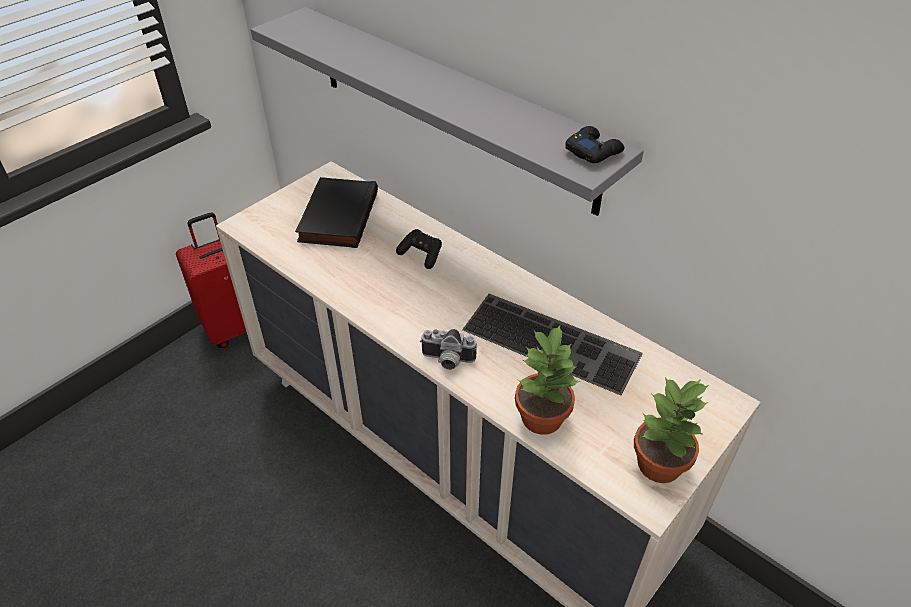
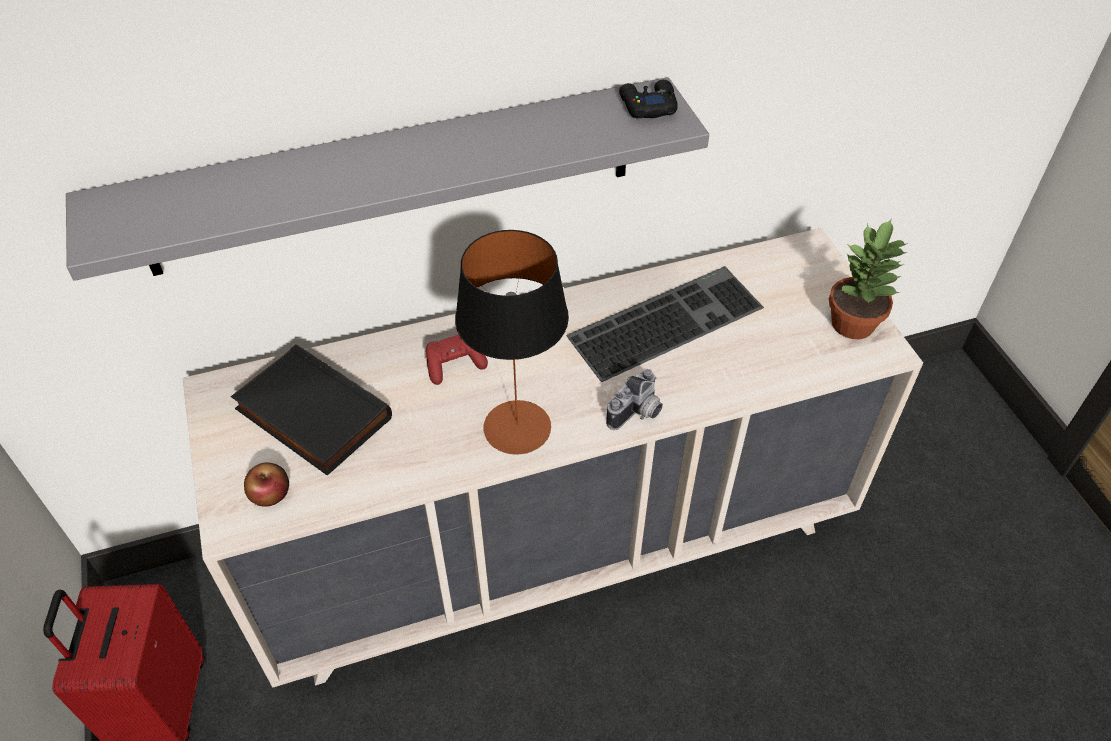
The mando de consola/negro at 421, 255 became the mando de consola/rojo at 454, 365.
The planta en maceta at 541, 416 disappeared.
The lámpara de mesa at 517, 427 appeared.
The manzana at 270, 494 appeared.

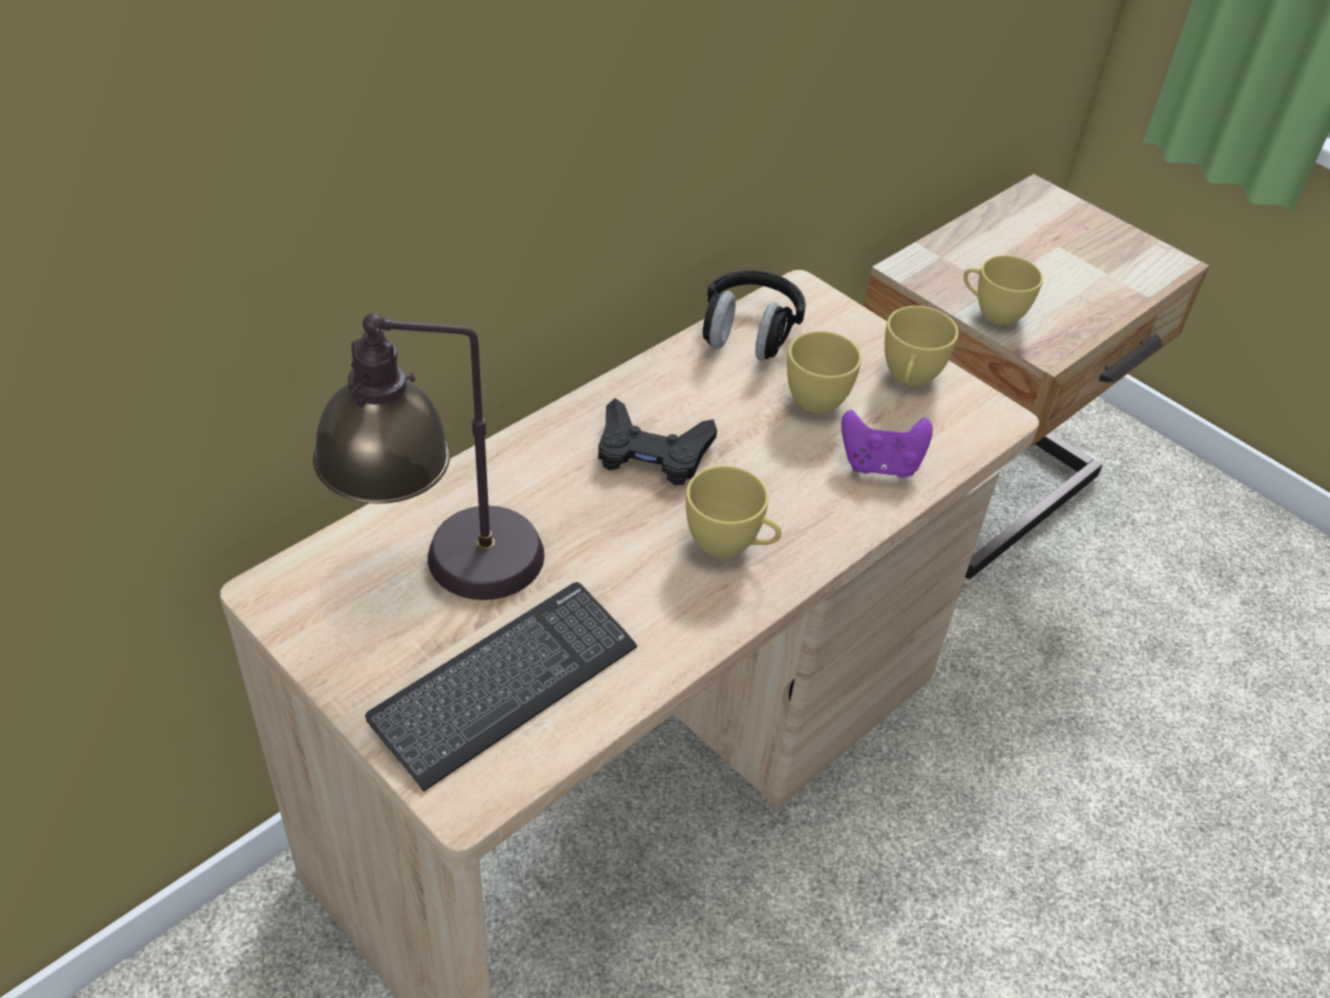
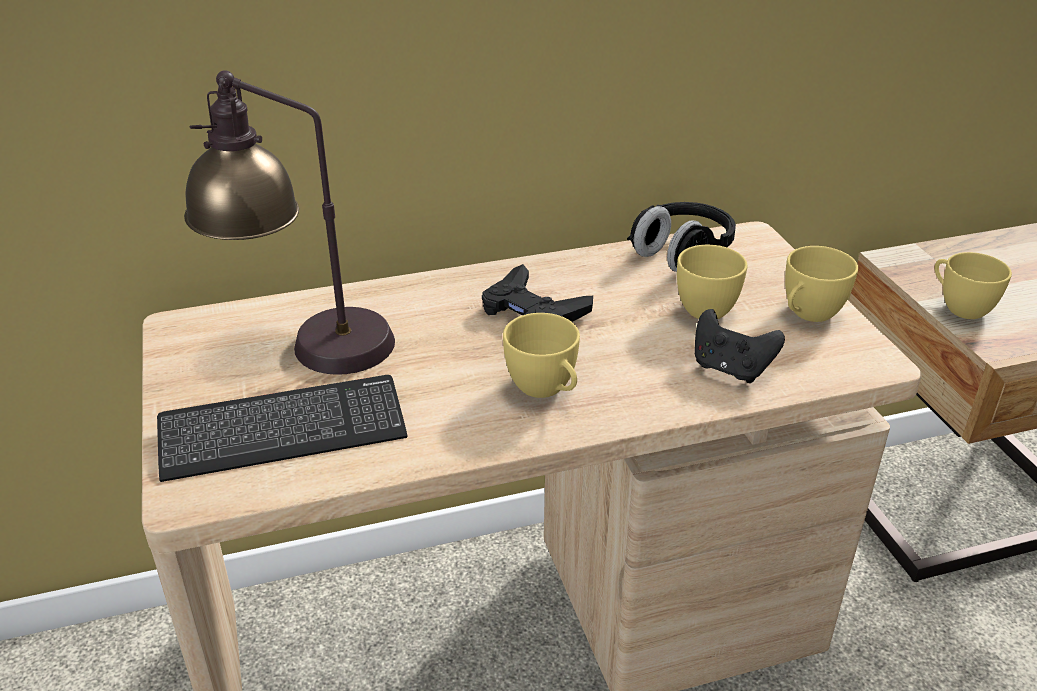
The mando de consola/morado at 880, 465 became the mando de consola/negro at 730, 369.

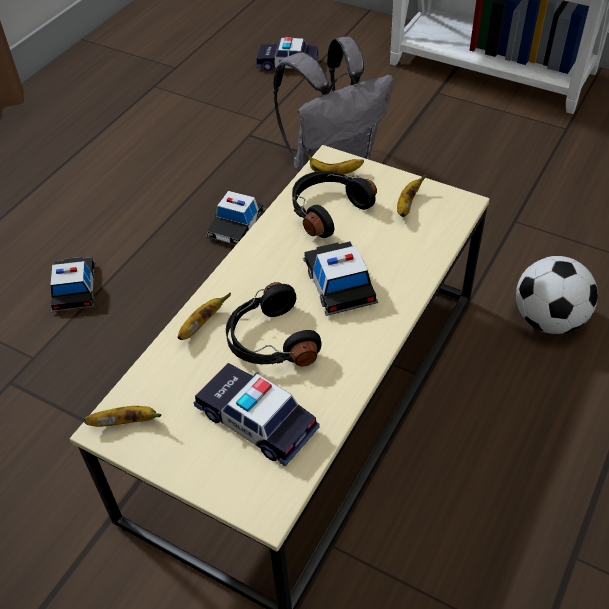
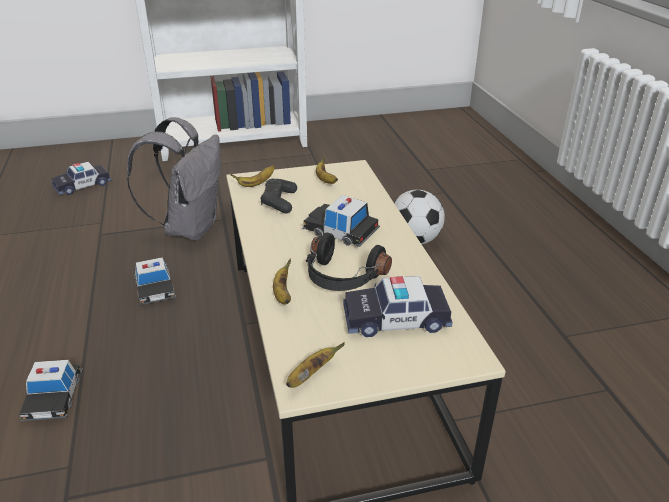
The auriculares/negro at 327, 210 was replaced by the mando de consola/negro at 279, 202.
The coche de juguete at 74, 288 turned 135 degrees counterclockwise.

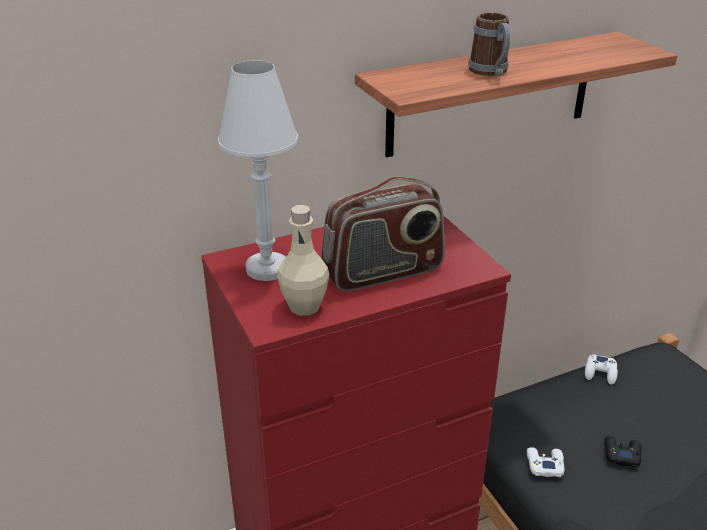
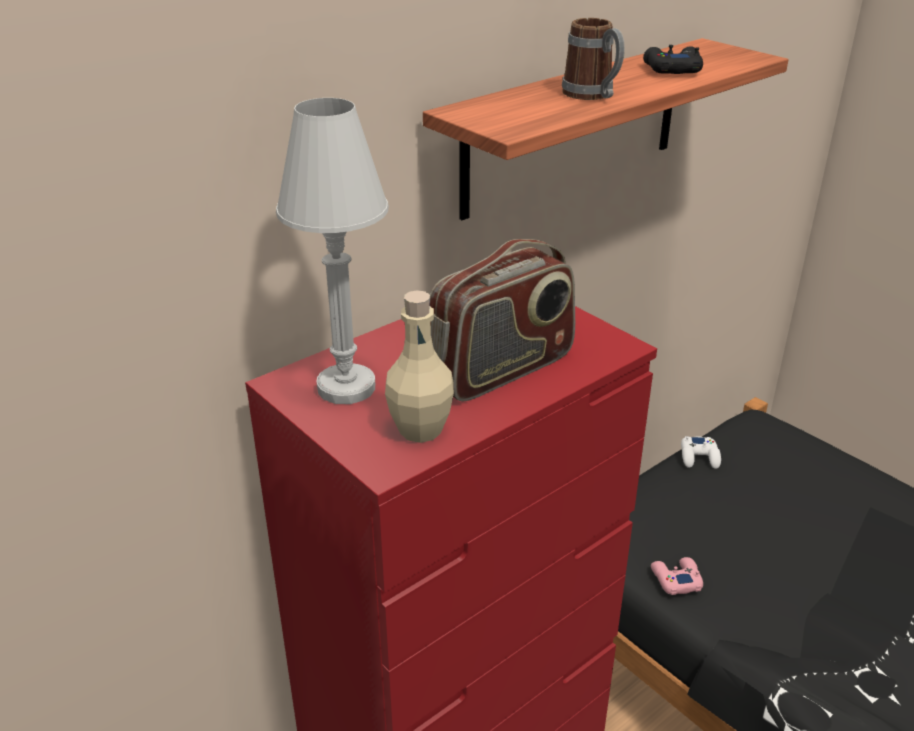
The mando de consola/negro moved from 621, 454 to 671, 69.
The mando de consola/blanco at 544, 465 became the mando de consola/rosa at 675, 579.

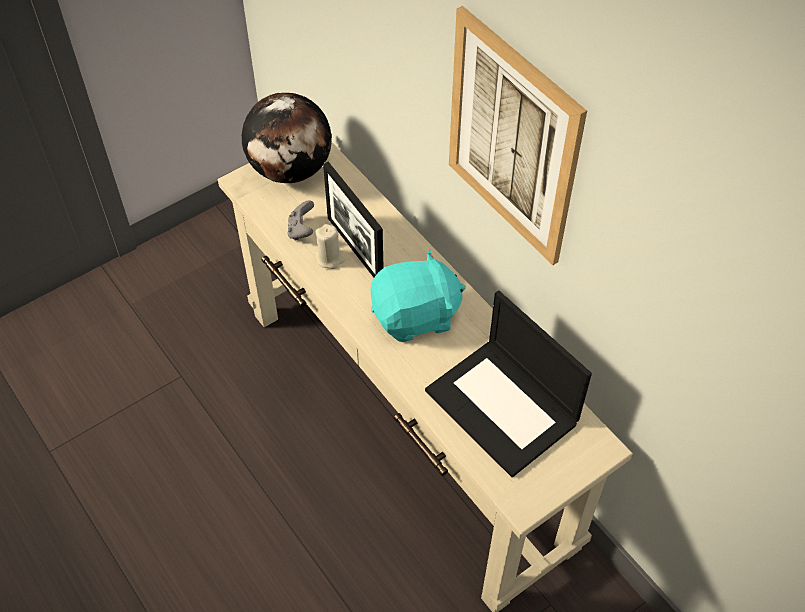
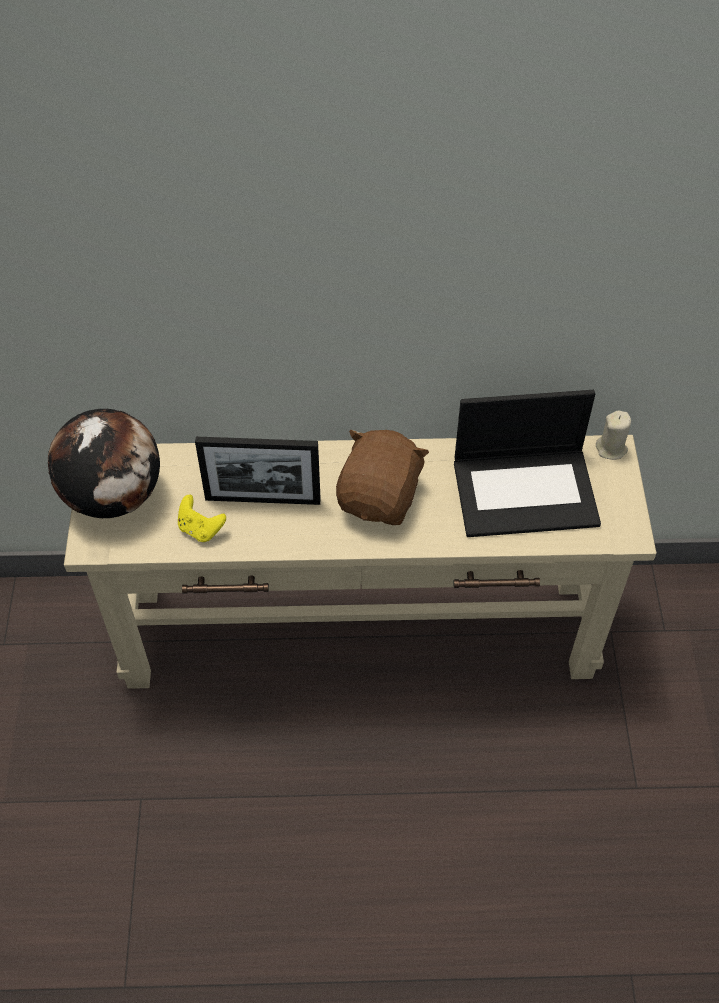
The cuadro at 512, 139 disappeared.
The mando de consola/gris at 301, 230 became the mando de consola/amarillo at 200, 529.
The vela/beis moved from 329, 258 to 611, 448.
The peluche/turquesa at 416, 316 became the peluche/marrón at 380, 497.

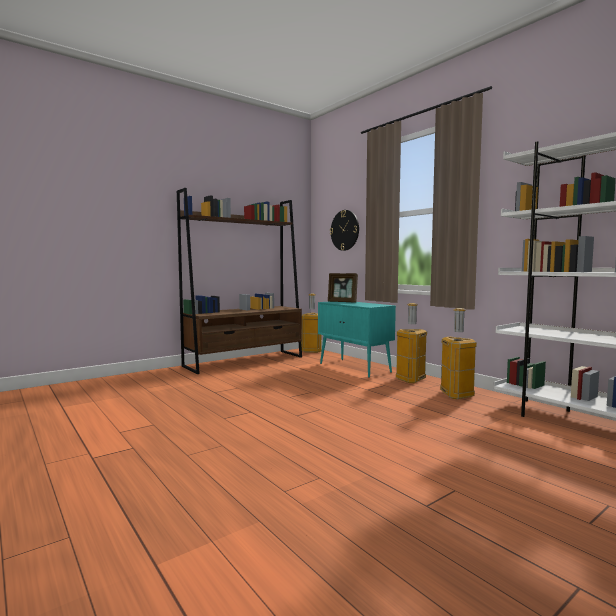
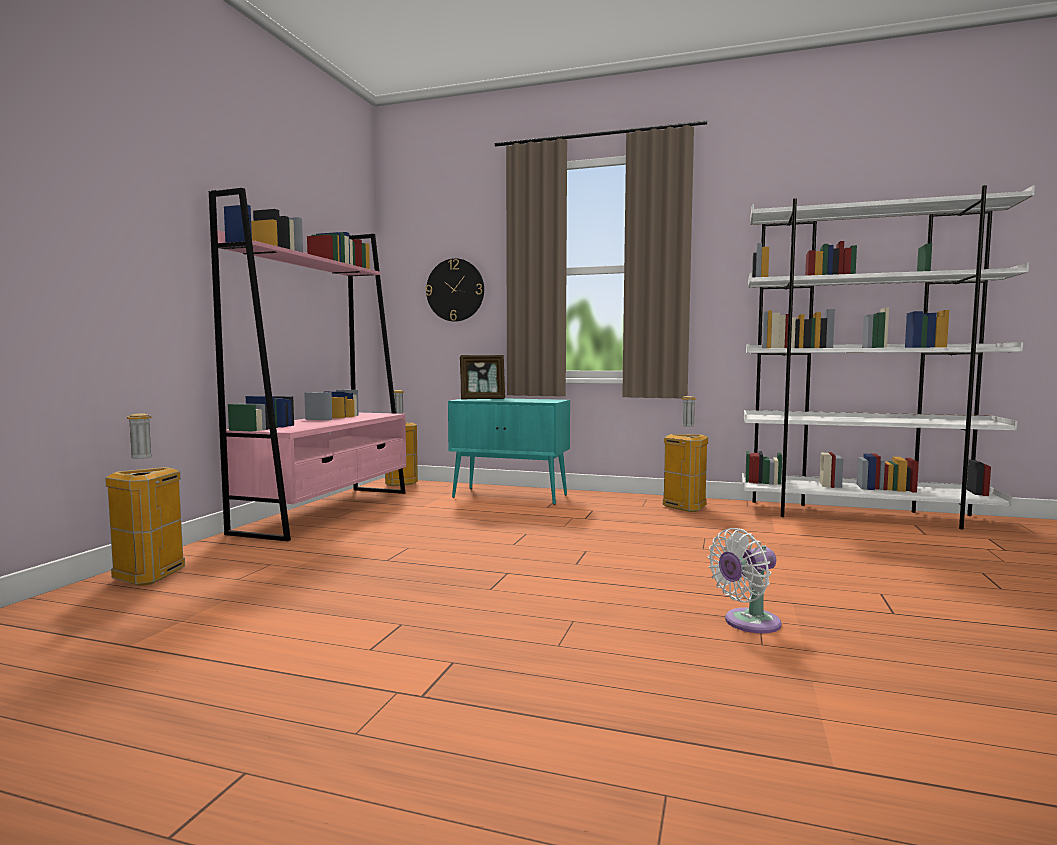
The estantería/marrón at 245, 361 became the estantería/rosa at 327, 511.
The papelera moved from 411, 380 to 150, 576.
The ventilador/blanco at 747, 623 appeared.

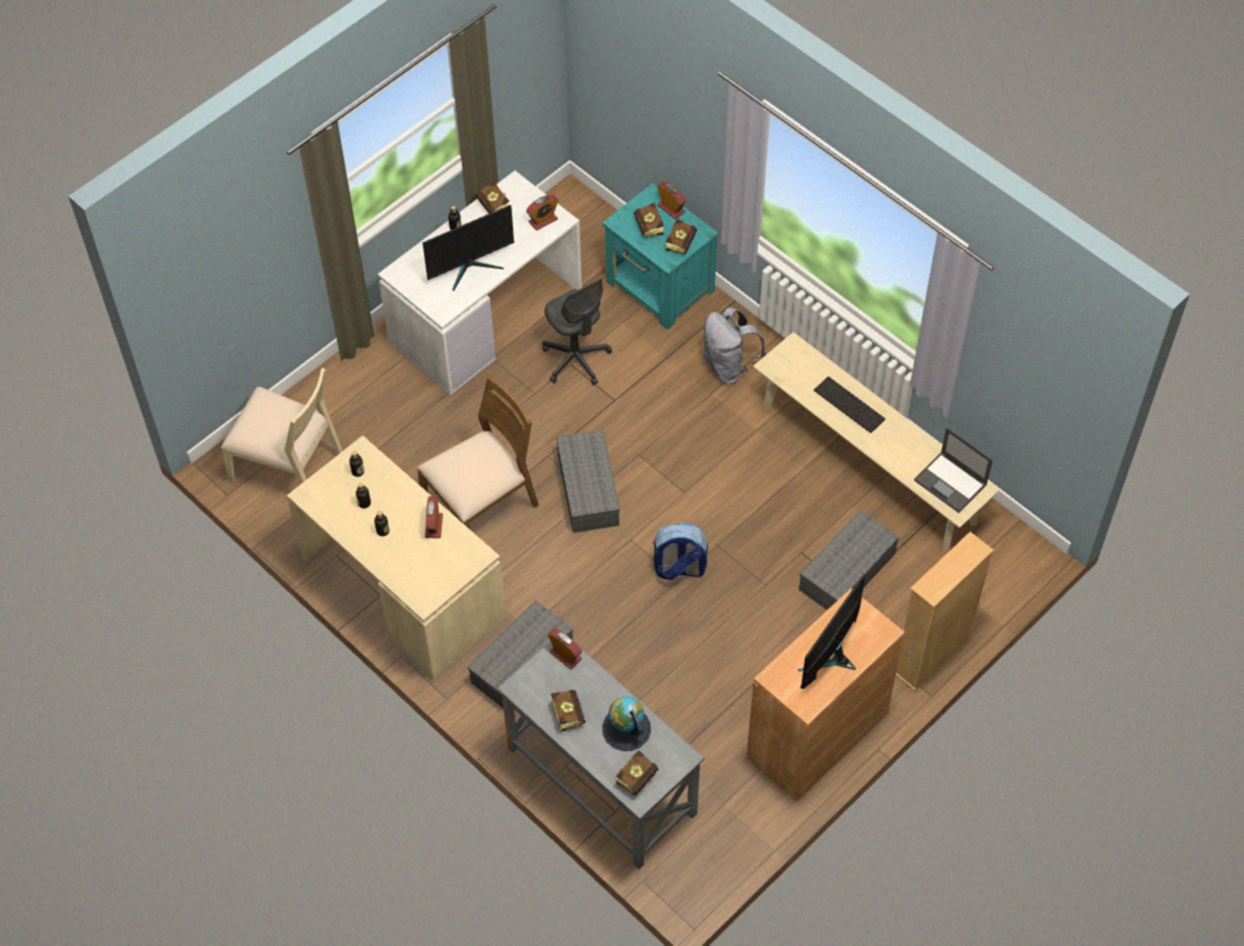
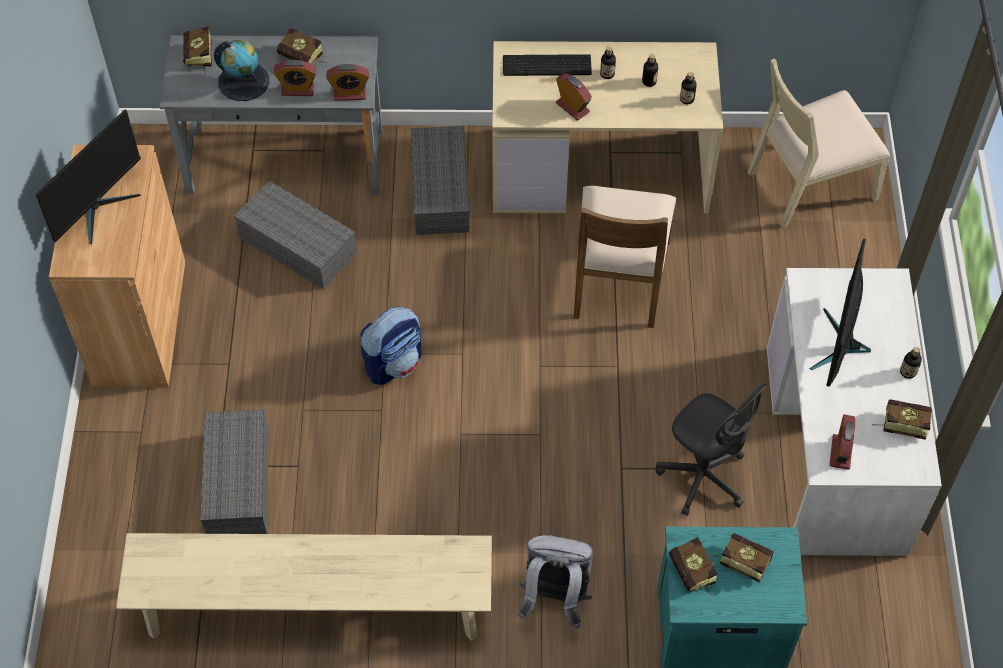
The despertador moved from 671, 209 to 297, 89.
The silla de oficina/gris at 576, 360 turned 150 degrees counterclockwise.
The teclado moved from 850, 404 to 546, 66.
The portátil at 951, 483 disappeared.
The caja de almacenaje/gris moved from 586, 488 to 300, 245.
The estantería/beis at 932, 655 disappeared.
The monitor at 831, 656 turned 45 degrees clockwise.

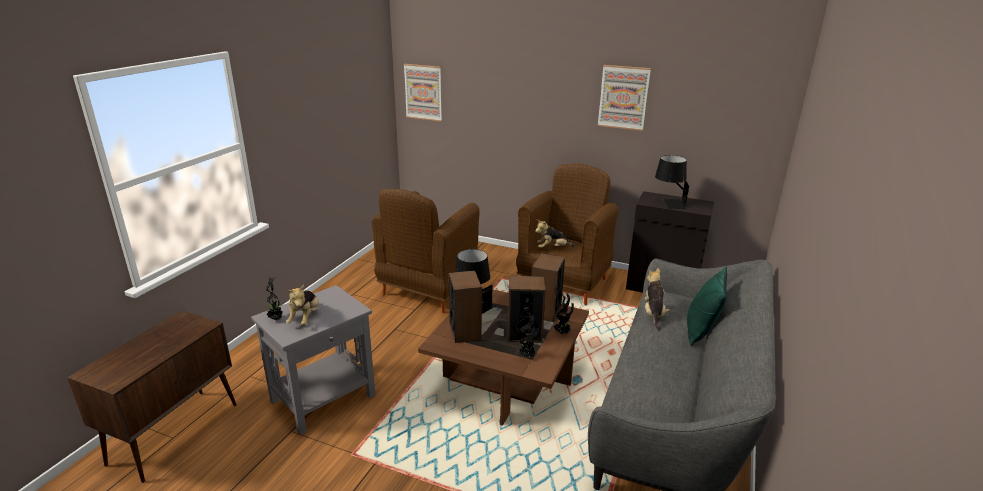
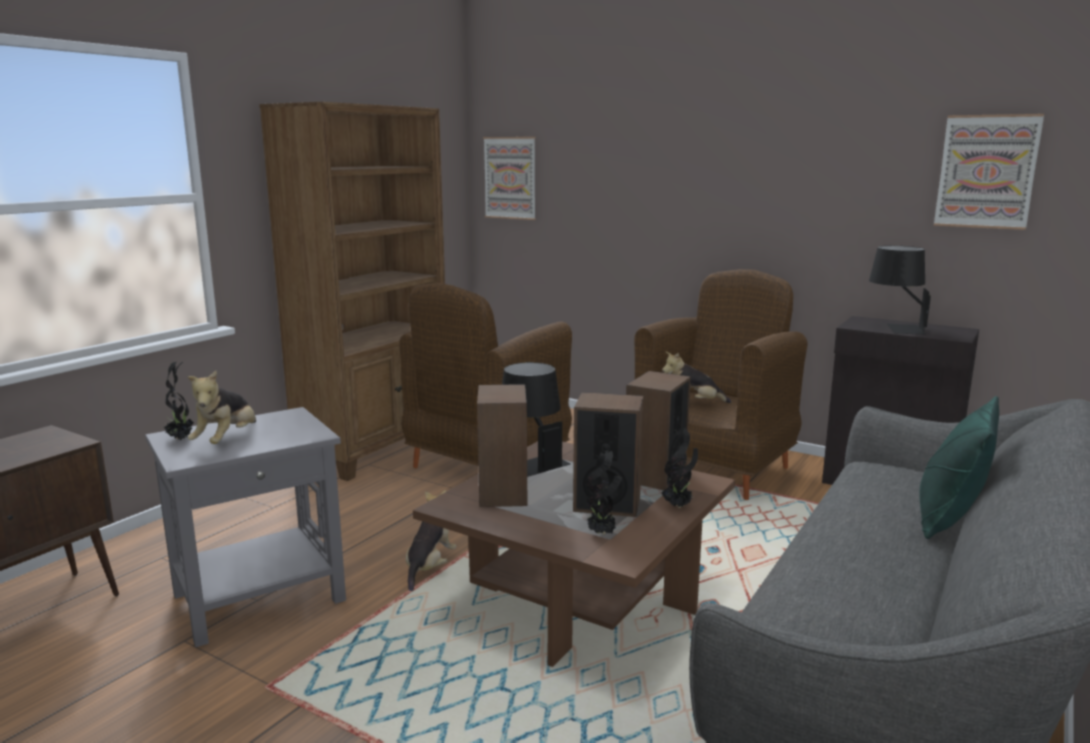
The cuadro moved from 623, 97 to 986, 172.
The peluche moved from 653, 314 to 429, 567.
The estantería/marrón at 376, 449 appeared.

